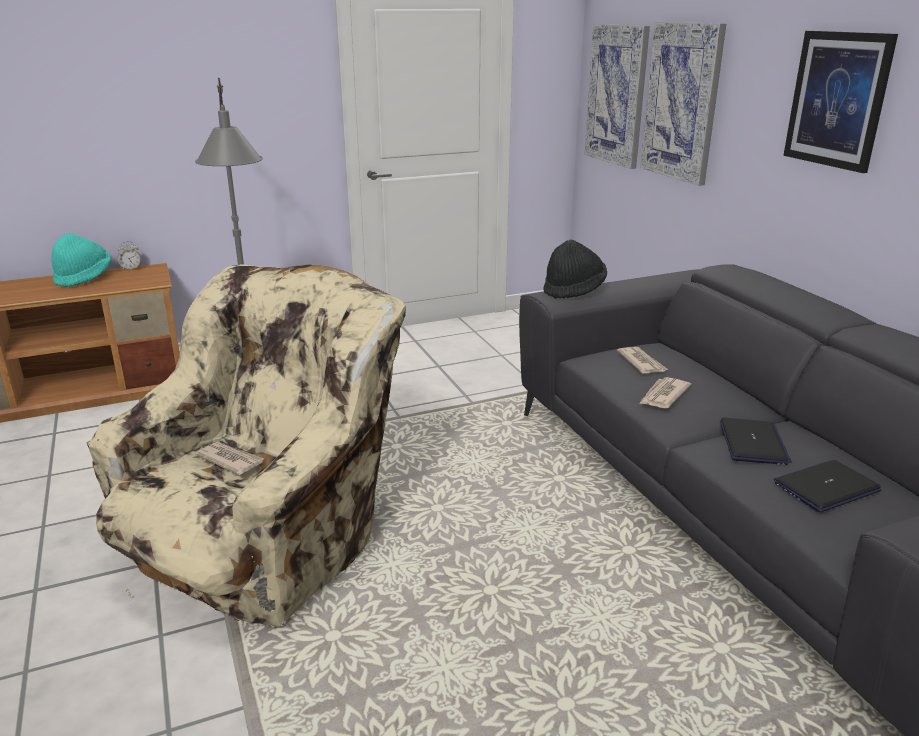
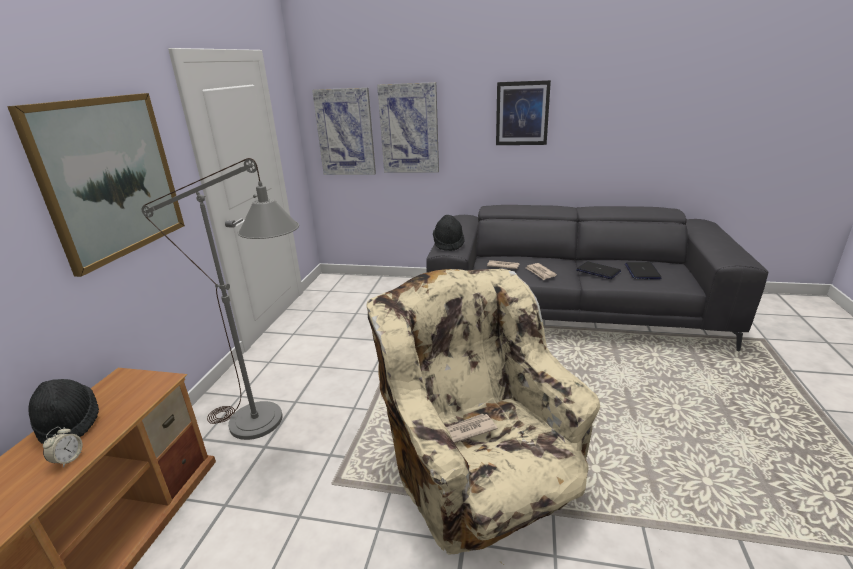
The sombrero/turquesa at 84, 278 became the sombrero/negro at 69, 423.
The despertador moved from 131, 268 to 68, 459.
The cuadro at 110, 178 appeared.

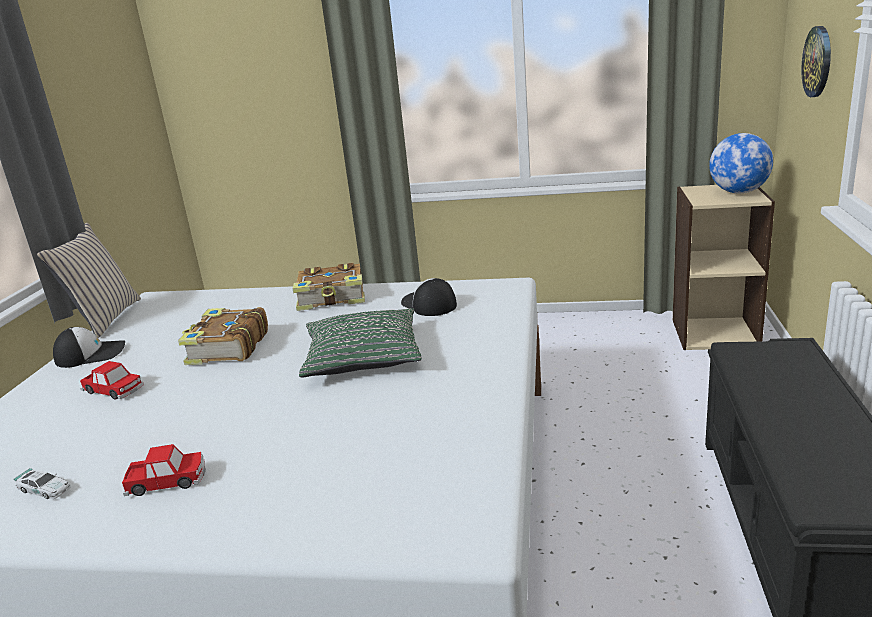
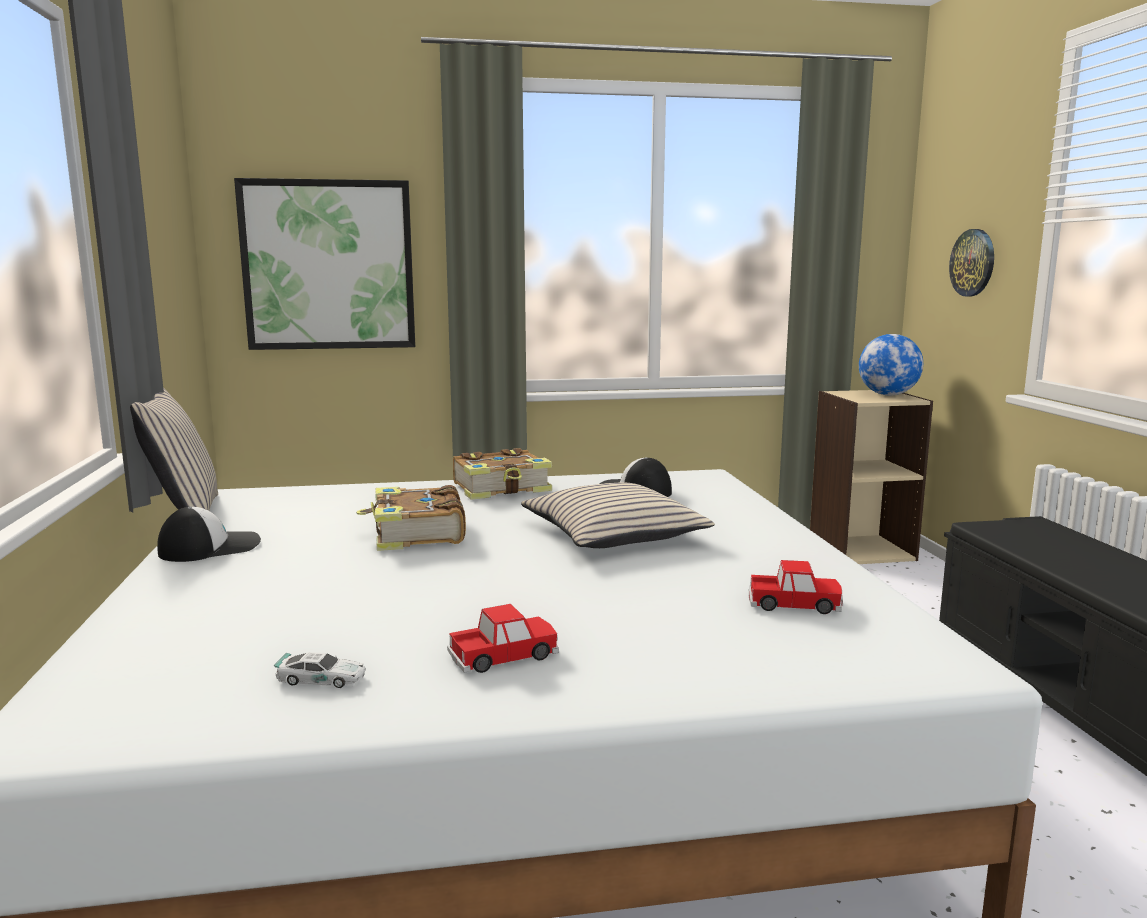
The cojín/verde at 362, 356 became the cojín/beis at 613, 534.
The coche de juguete moved from 114, 390 to 794, 604.
The cuadro at 328, 265 appeared.

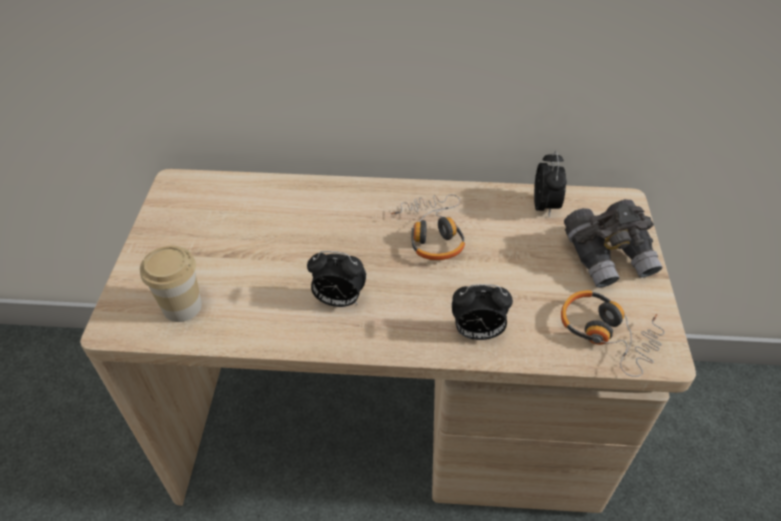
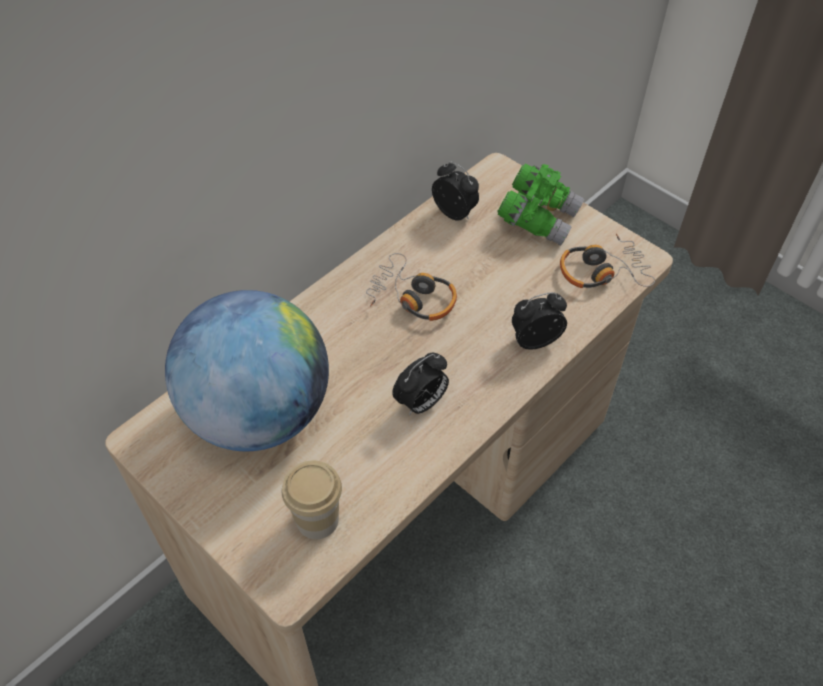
The prismáticos/gris at 608, 257 became the prismáticos/verde at 538, 218.
The despertador at 477, 332 turned 150 degrees counterclockwise.
The globo terráqueo at 259, 414 appeared.

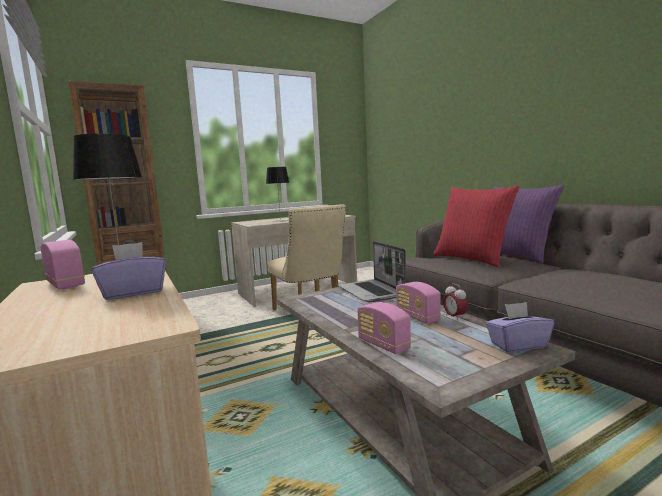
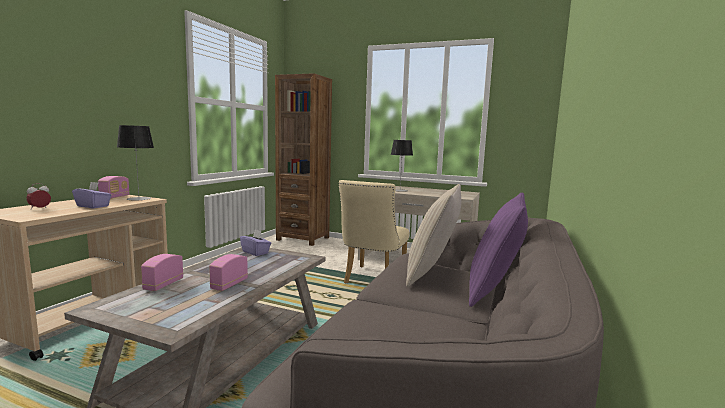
The cojín/rojo at 472, 259 became the cojín/beis at 432, 273.
The portátil at 372, 292 disappeared.
The despertador moved from 455, 317 to 40, 209.
The caja de pañuelos/morado moved from 517, 345 to 255, 252.

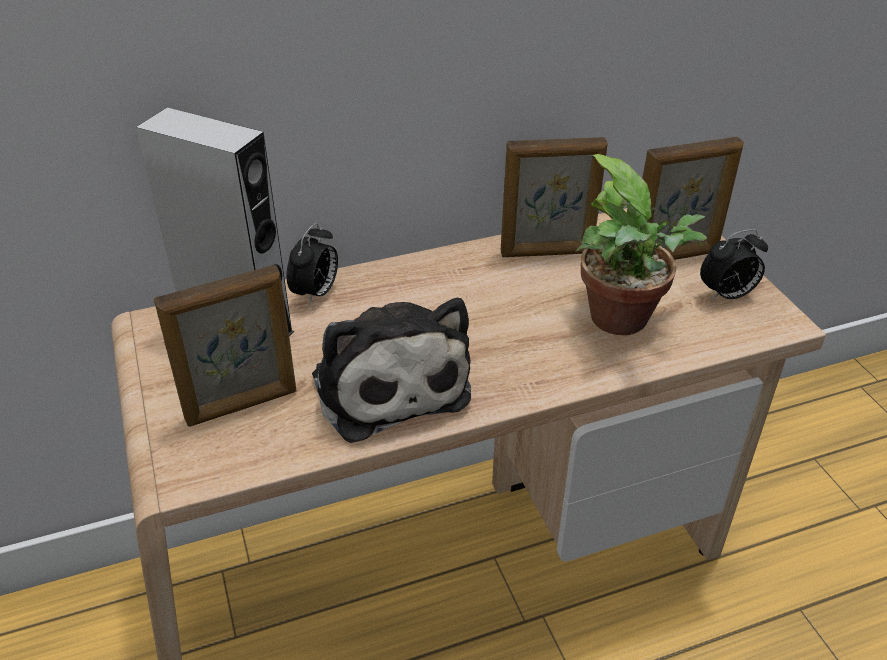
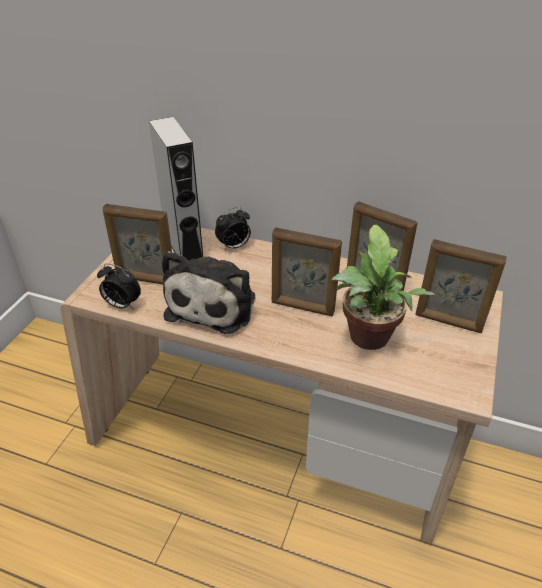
The despertador moved from 726, 295 to 122, 305.
The portarretratos at 302, 307 appeared.

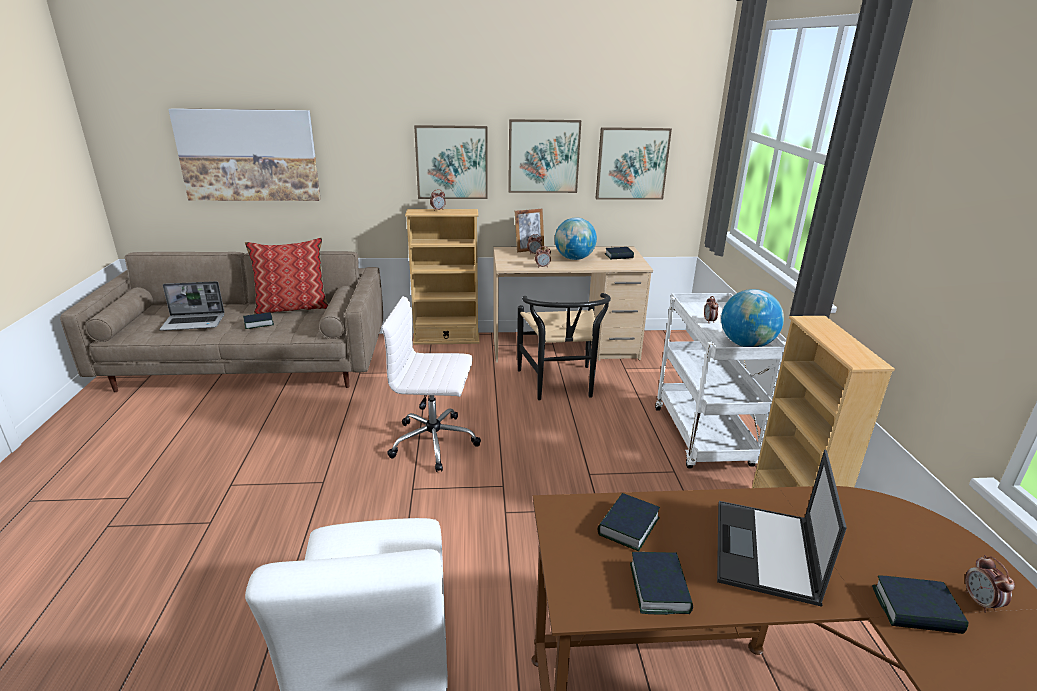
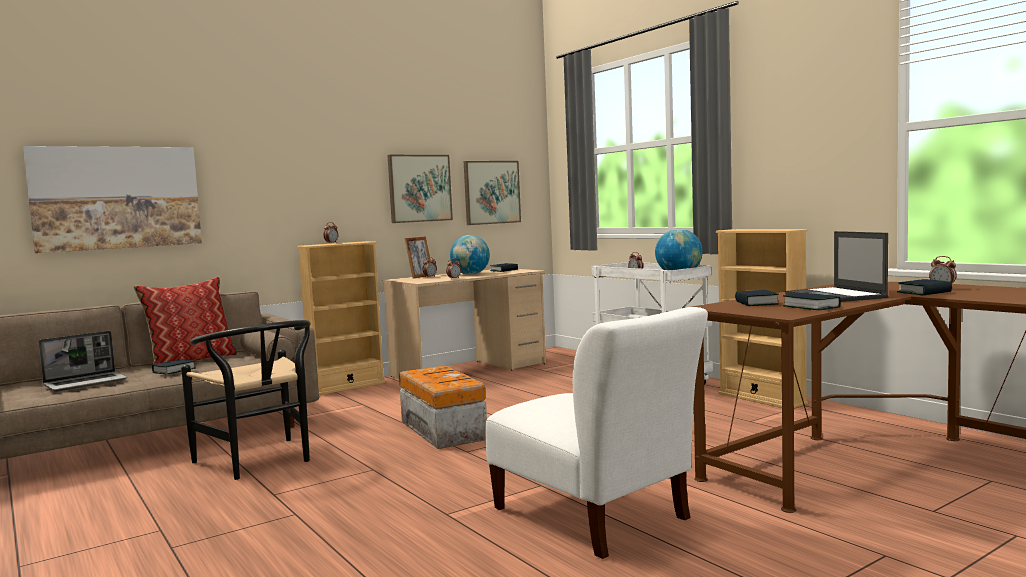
The cuadro at 452, 162 disappeared.
The silla/negro moved from 560, 386 to 260, 462.
The silla de oficina/blanco at 435, 442 was replaced by the caja de almacenaje at 443, 430.

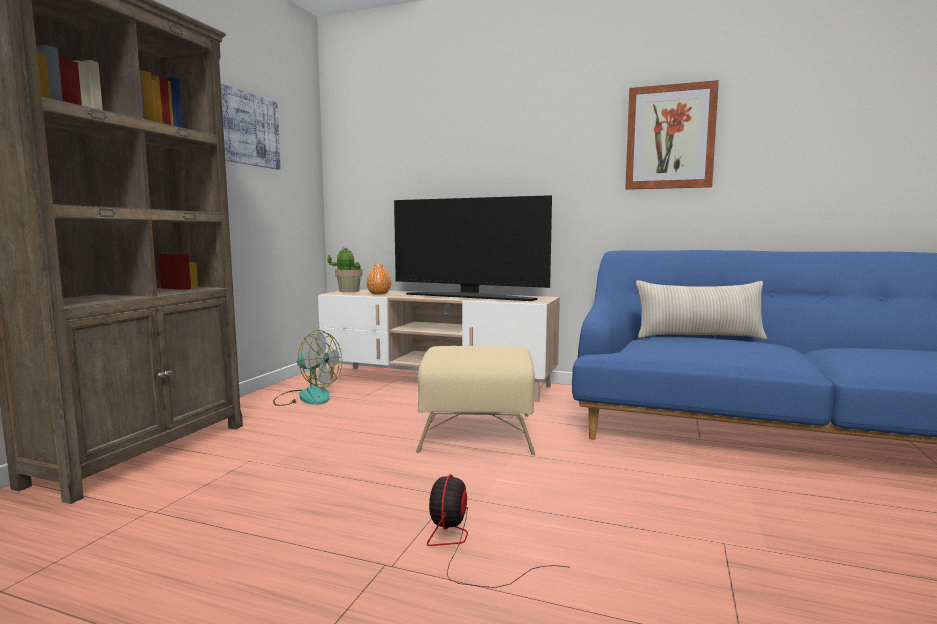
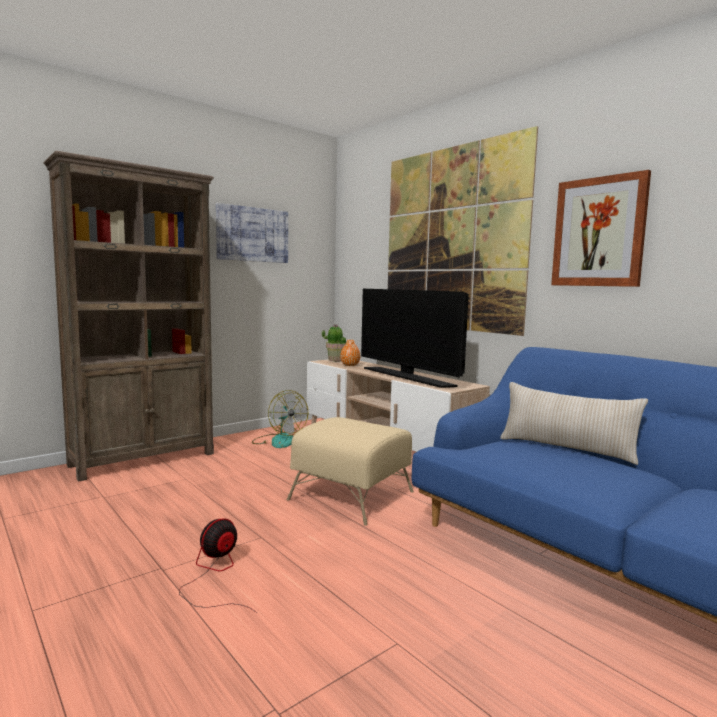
The cuadro at 451, 239 appeared.

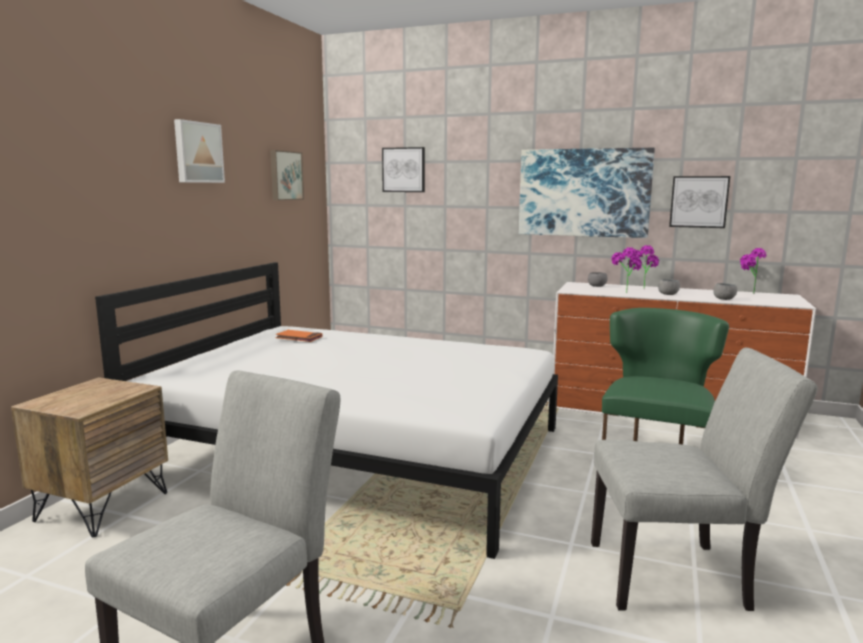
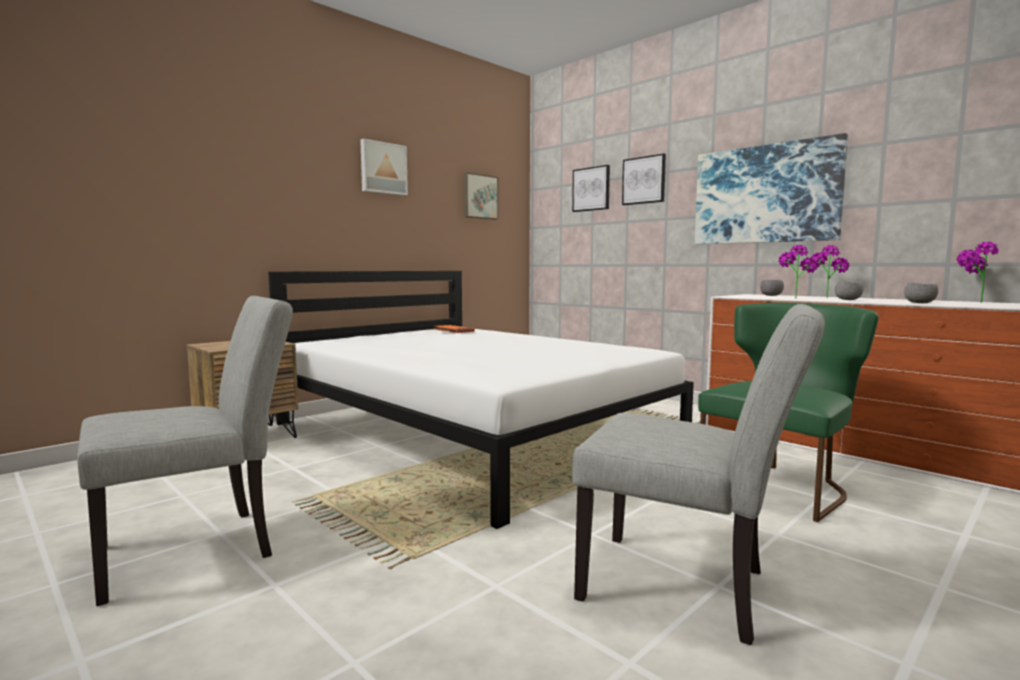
The cuadro moved from 698, 201 to 644, 180.

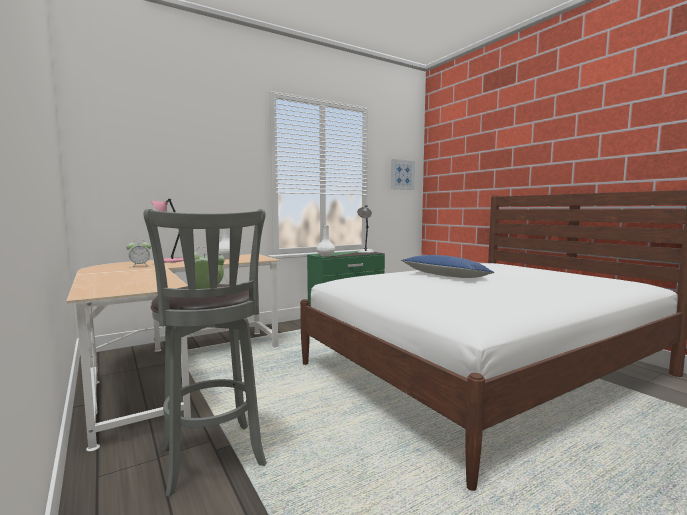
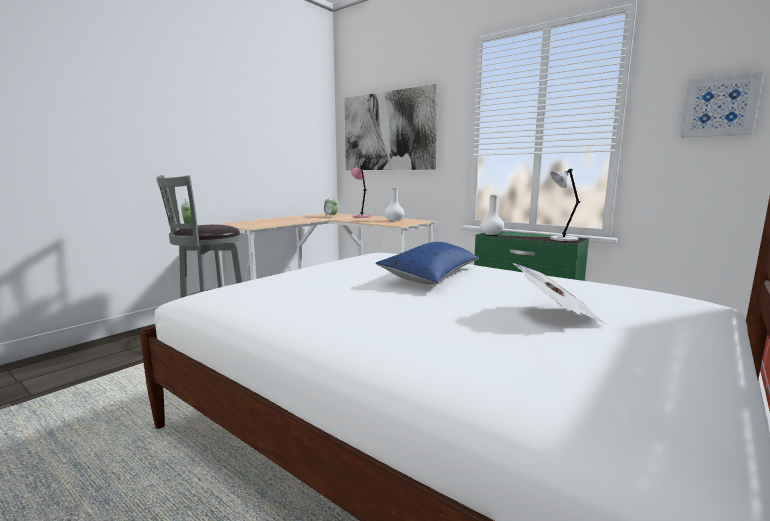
The cuadro at 388, 131 appeared.
The periódico at 556, 315 appeared.

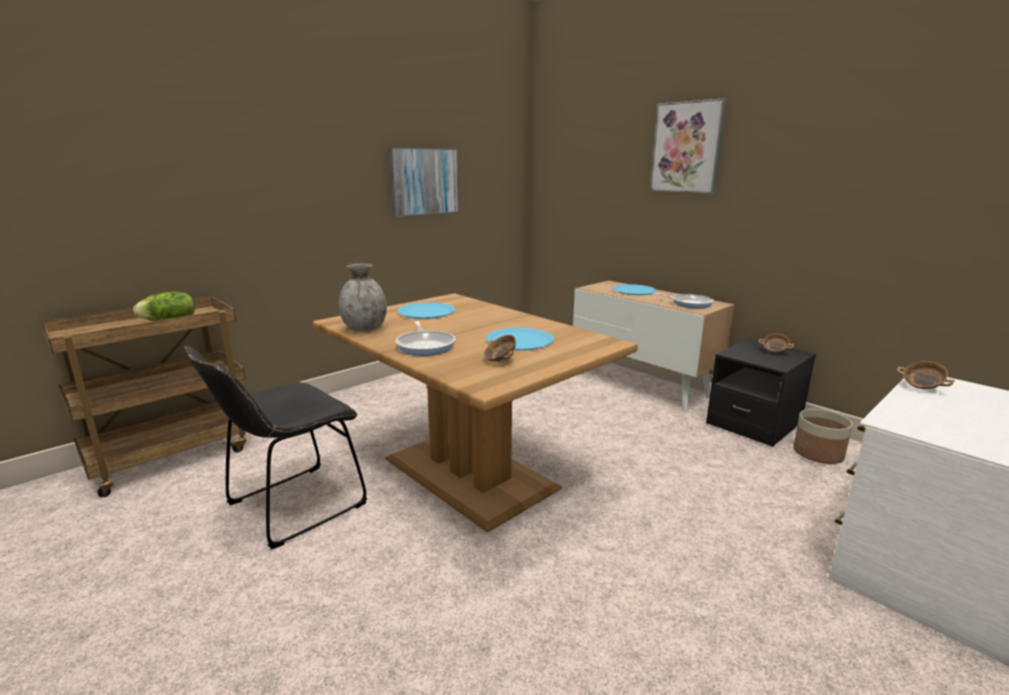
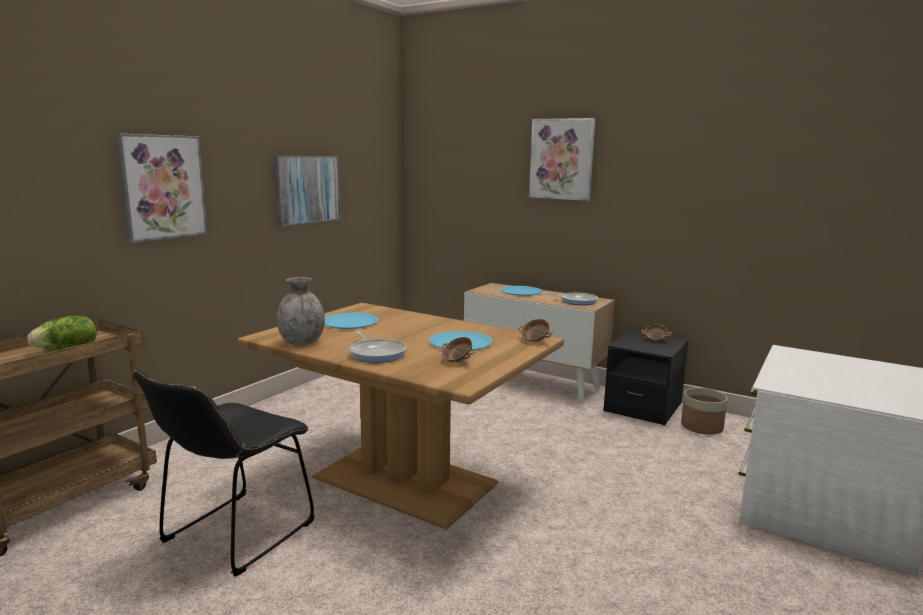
The cuenco moved from 921, 388 to 534, 341.
The cuadro at 162, 187 appeared.

